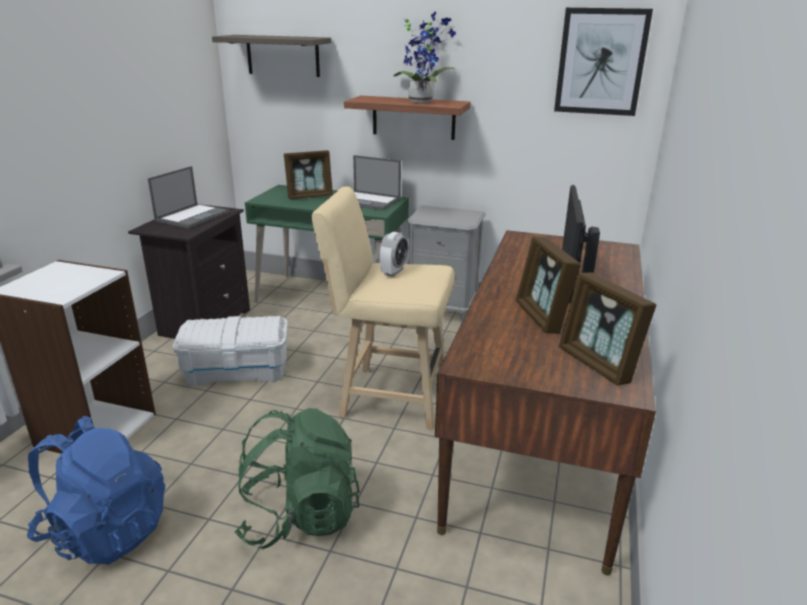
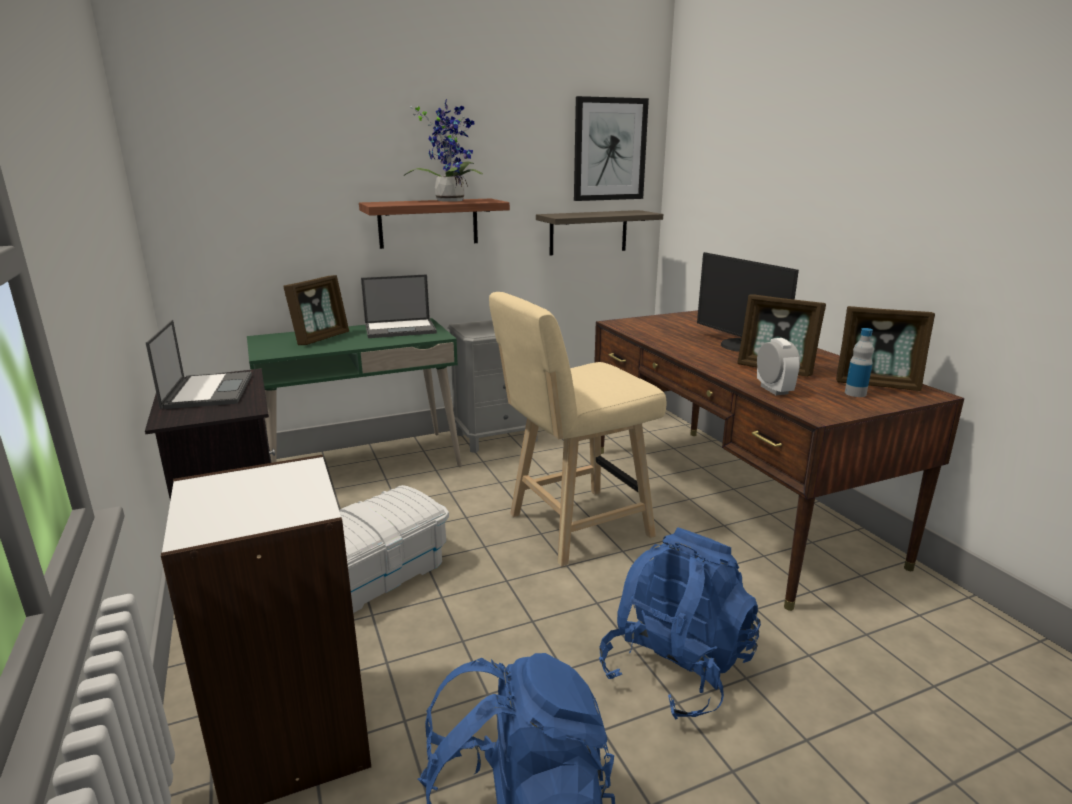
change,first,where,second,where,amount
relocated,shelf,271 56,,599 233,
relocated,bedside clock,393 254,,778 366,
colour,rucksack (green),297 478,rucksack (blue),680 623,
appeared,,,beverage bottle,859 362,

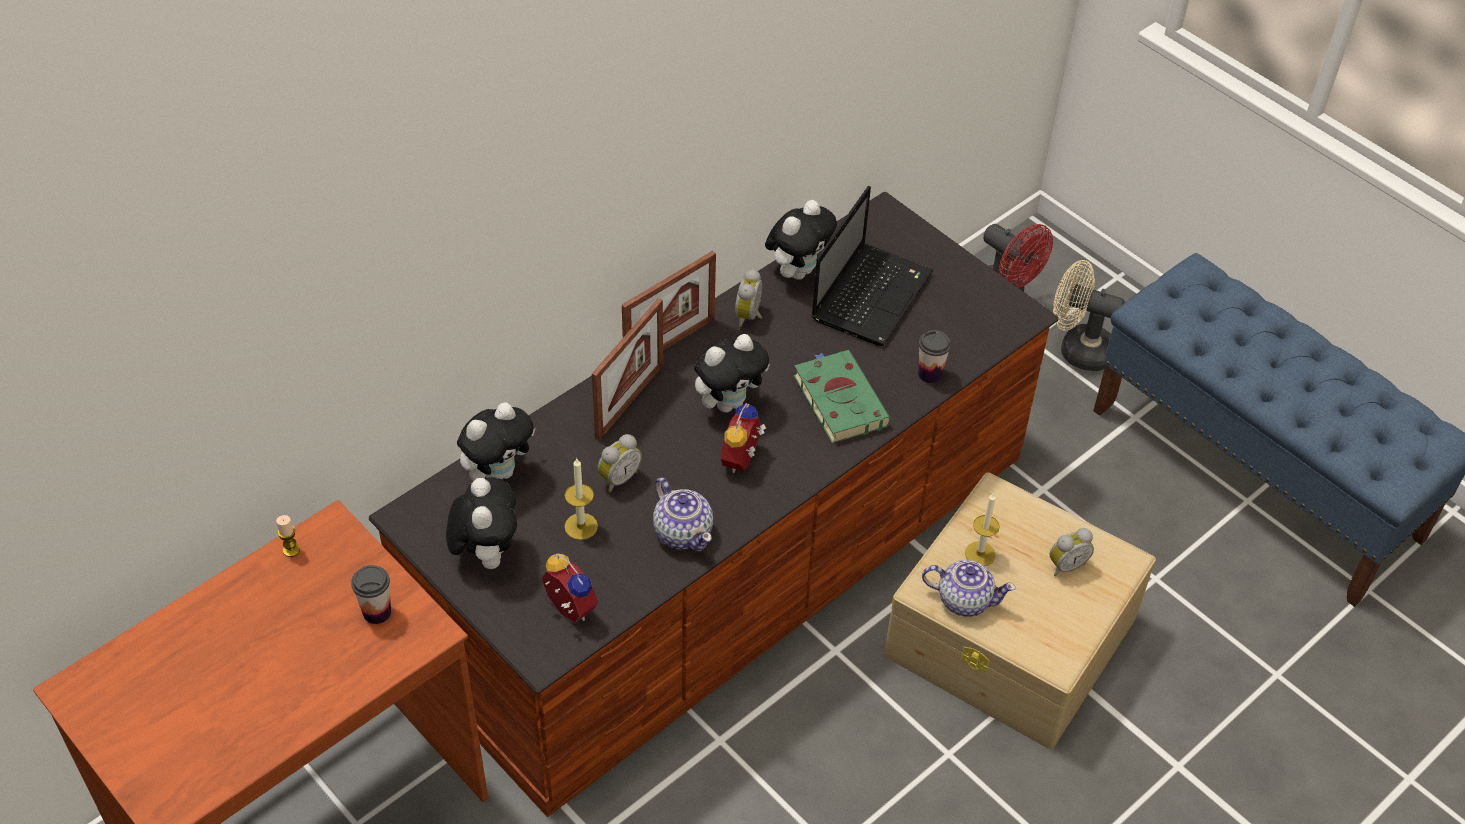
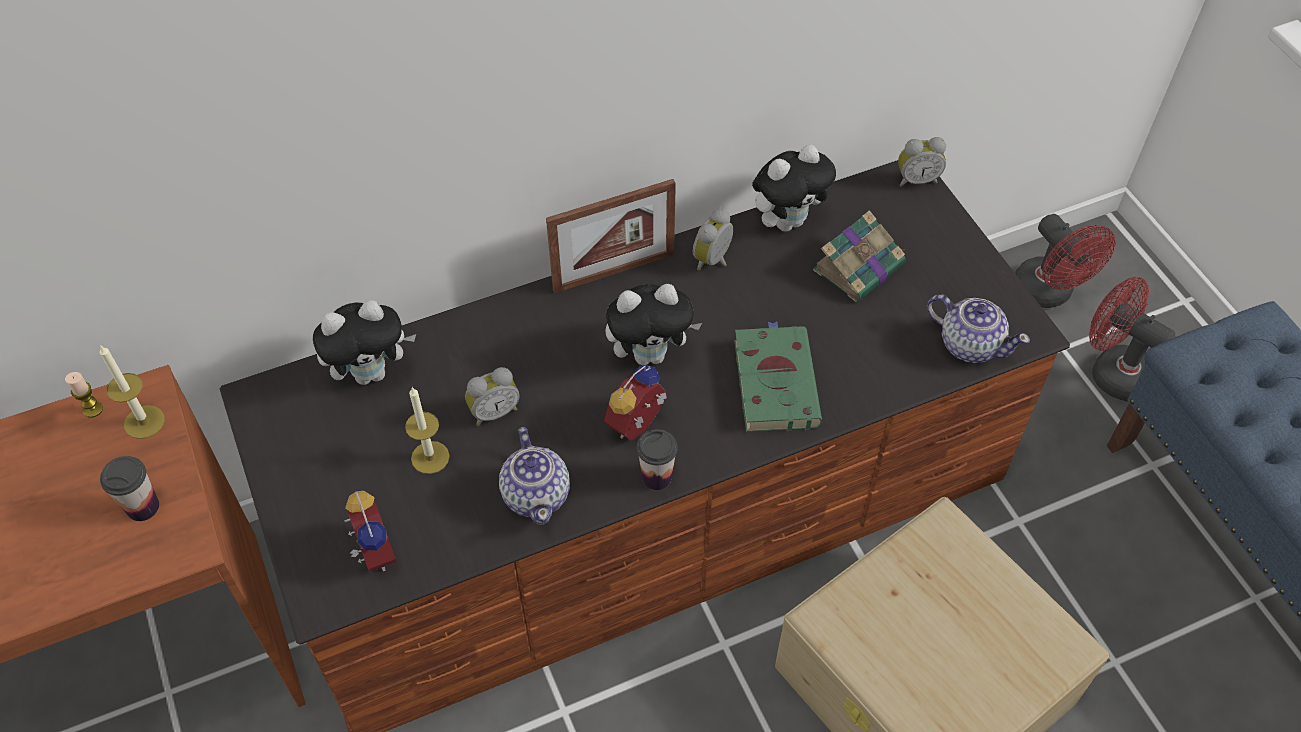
change,first,where,second,where,amount
exchanged,notebook computer,872 266,book,859 256,
colour,fan (beige),1089 315,fan (red-coloured),1132 339,
missing,picture frame,627 369,,,
relocated,small cup,934 356,,657 459,
missing,soft toy,481 523,,,
relocated,candle,982 529,,131 392,
relocated,bedside clock,1071 552,,922 162,
relocated,tea pot,969 588,,978 328,

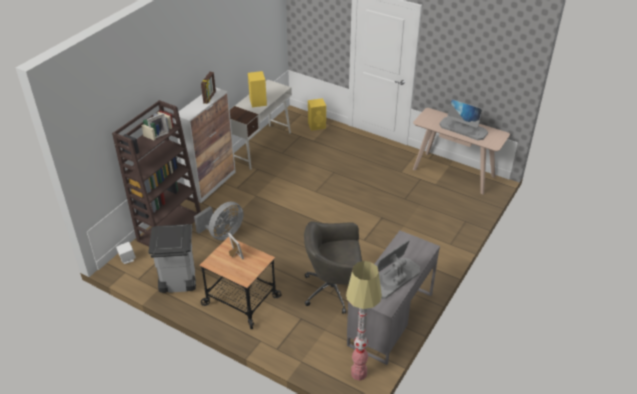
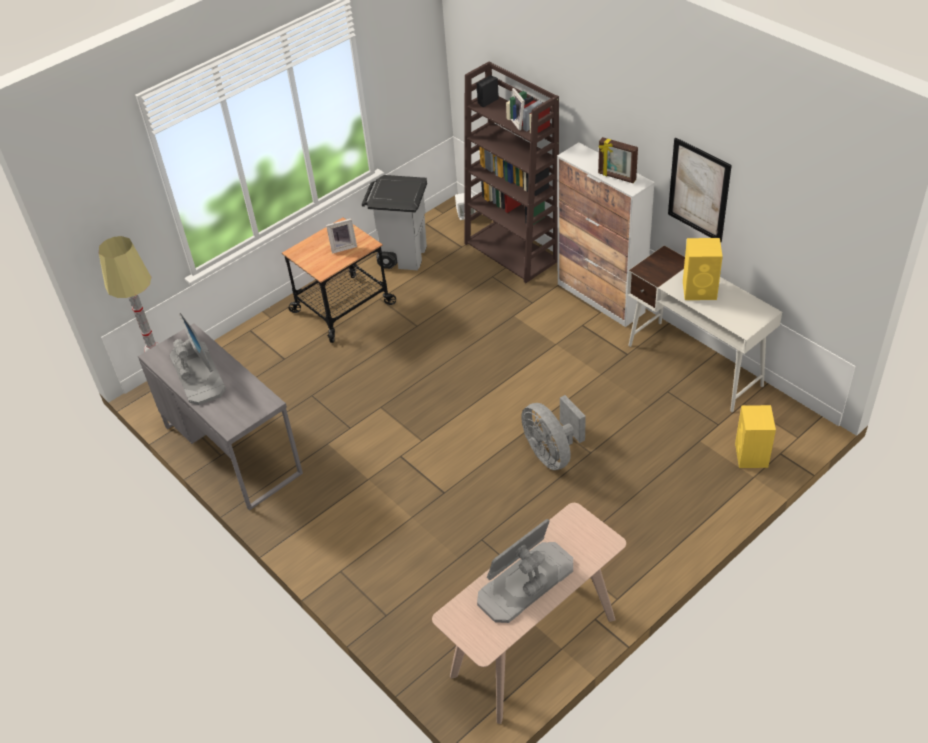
change,first,where,second,where,amount
relocated,fan (grey),218 221,,553 432,
missing,computer chair (grey),333 267,,,
appeared,,,wall picture,700 190,

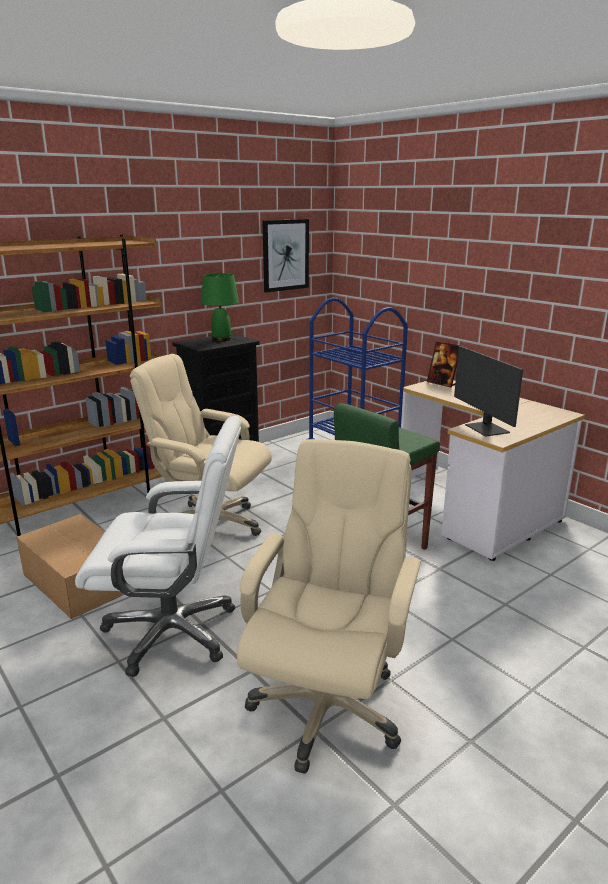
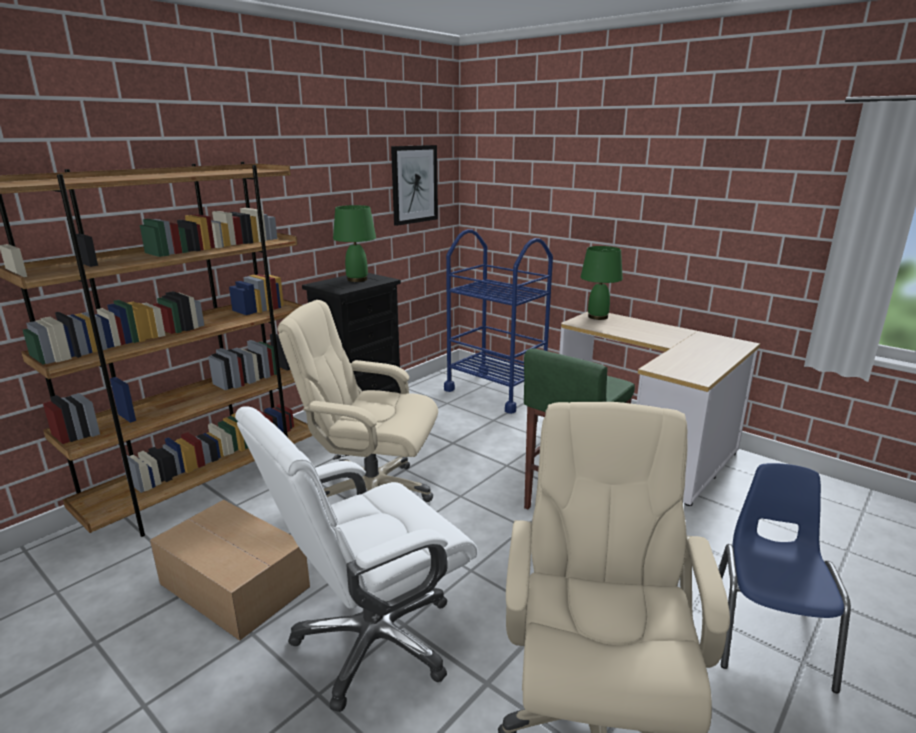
change,first,where,second,where,amount
exchanged,picture frame,443 364,tabletop lamp (green),602 283,
missing,computer display,488 391,,,
spun,computer chair (whitish),158 546,,356 559,150 degrees clockwise
appeared,,,chair (blue),784 578,

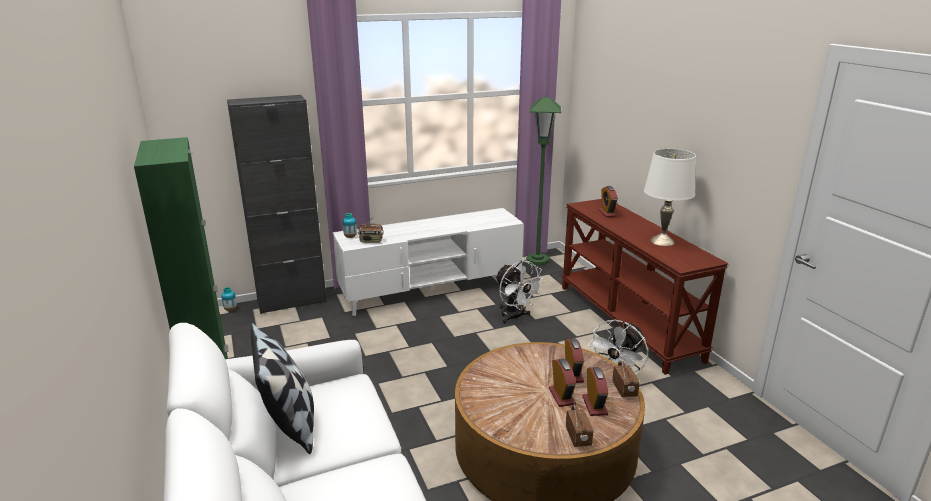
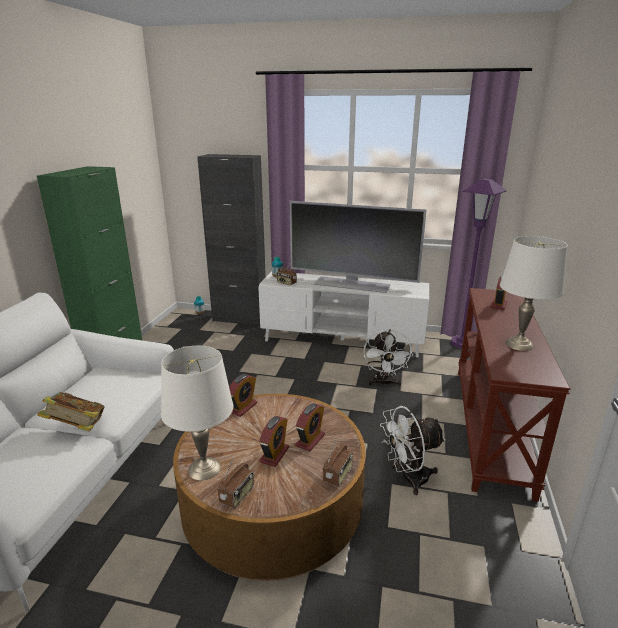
change,first,where,second,where,amount
colour,standard lamp (green),543 181,standard lamp (purple-coloured),479 264,
missing,throw pillow,282 388,,,
relocated,bedside clock,595 391,,243 395,
appeared,,,TV set,358 247,
appeared,,,tabletop lamp (whitish),197 413,
appeared,,,book,71 411,

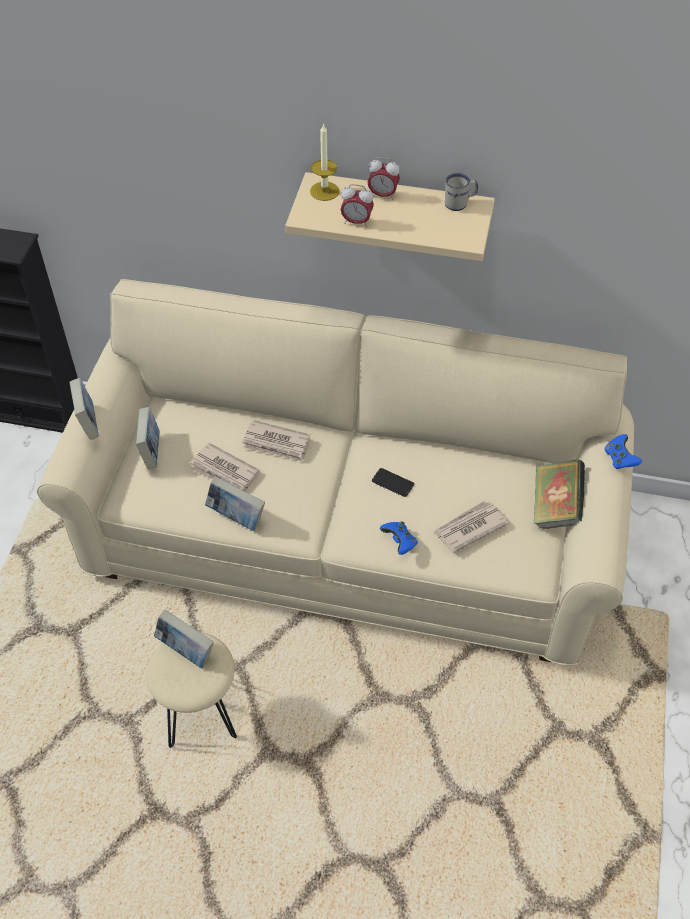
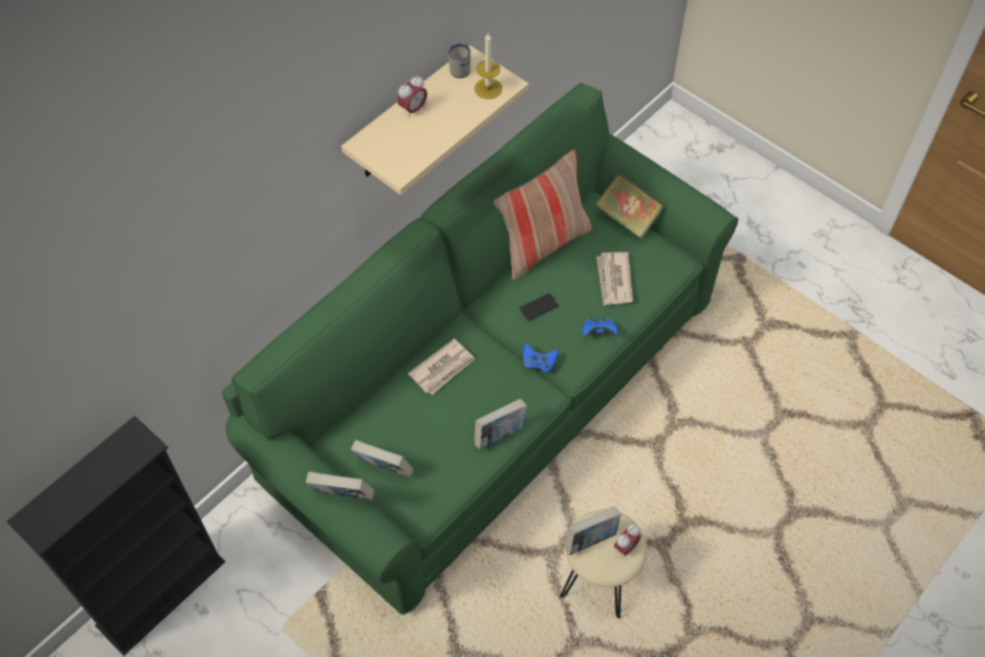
change,first,where,second,where,amount
relocated,candle,325 162,,488 66,
relocated,bedside clock,357 205,,627 540,
colour,couch (beige),335 472,couch (green),480 349,
relocated,joypad (blue),623 451,,541 358,
missing,newspaper,225 467,,,
appeared,,,throw pillow,542 215,

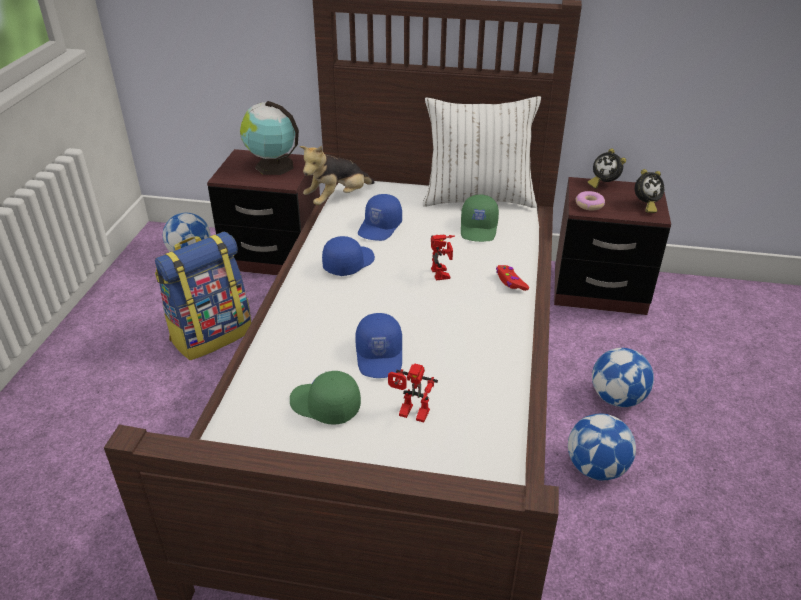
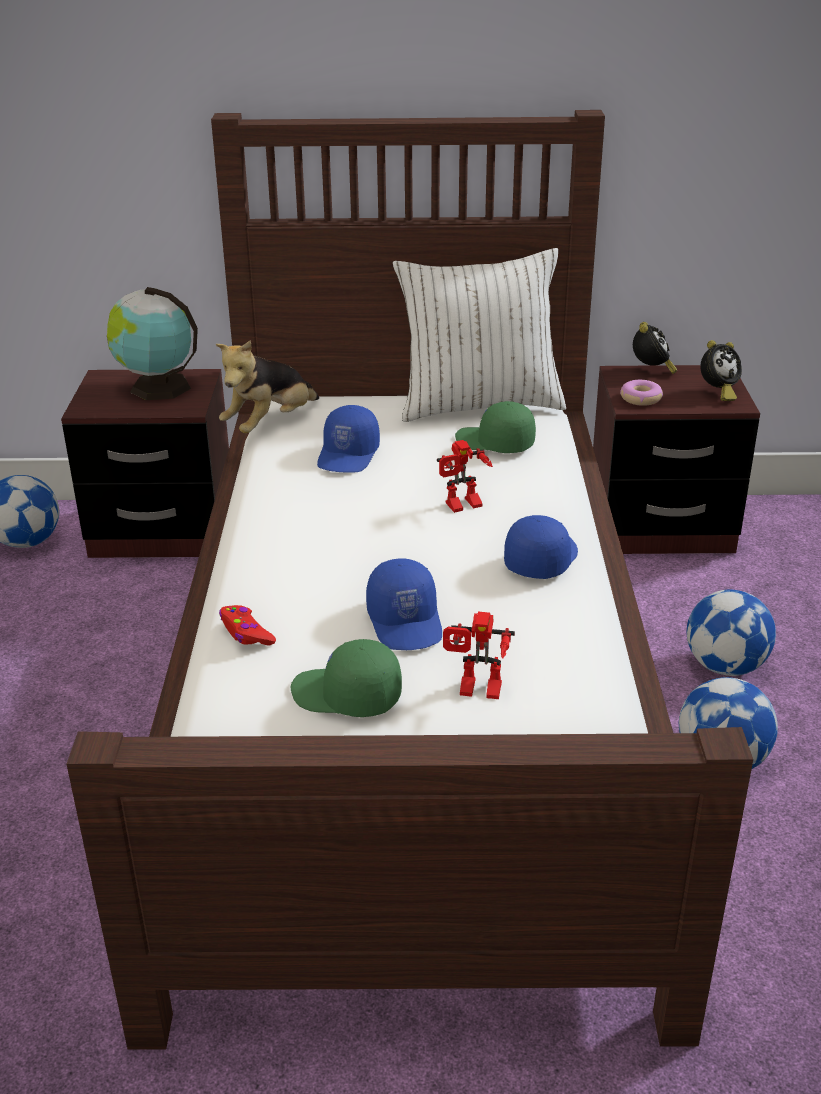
change,first,where,second,where,amount
spun,bedside clock,607 168,,655 348,120 degrees counterclockwise
spun,peaked cap (green),480 218,,495 427,120 degrees clockwise
missing,rucksack,203 296,,,
spun,robot figure,443 257,,465 476,90 degrees clockwise
relocated,peaked cap (blue),348 256,,541 547,
relocated,joypad (red-coloured),512 278,,247 625,

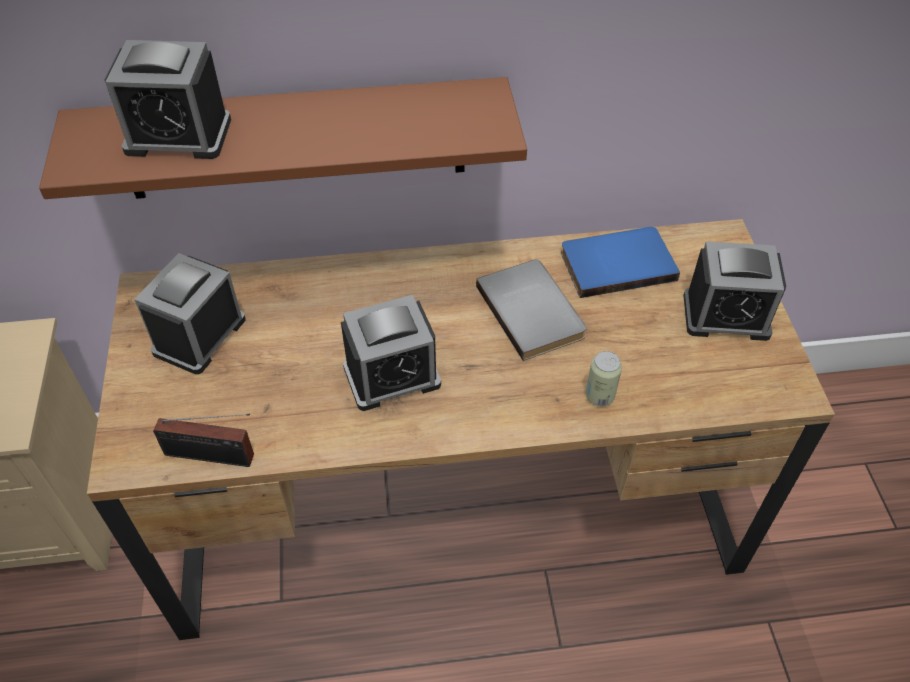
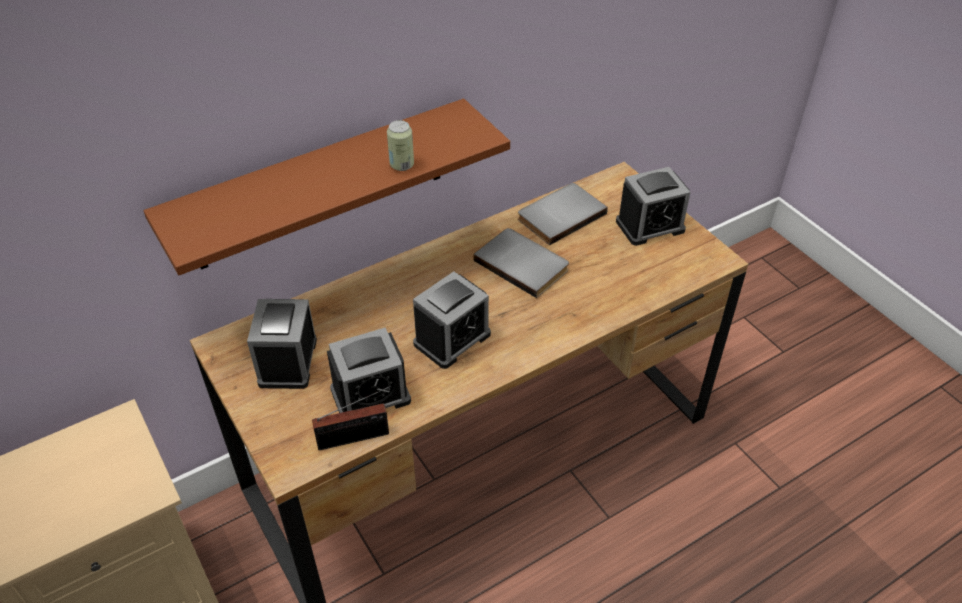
change,first,where,second,where,amount
relocated,bedside clock,168 99,,369 370,
colour,book (blue),620 262,book (grey),563 214,
relocated,metal can,604 378,,400 145,

